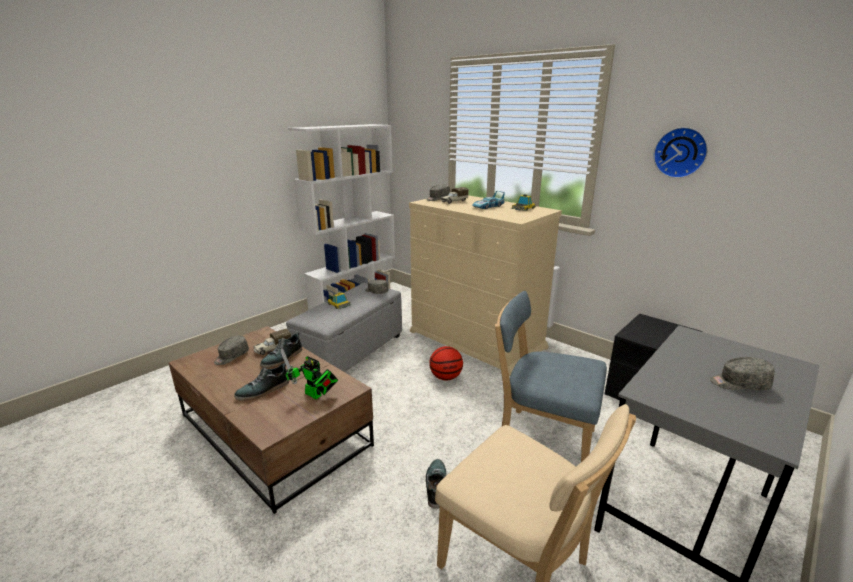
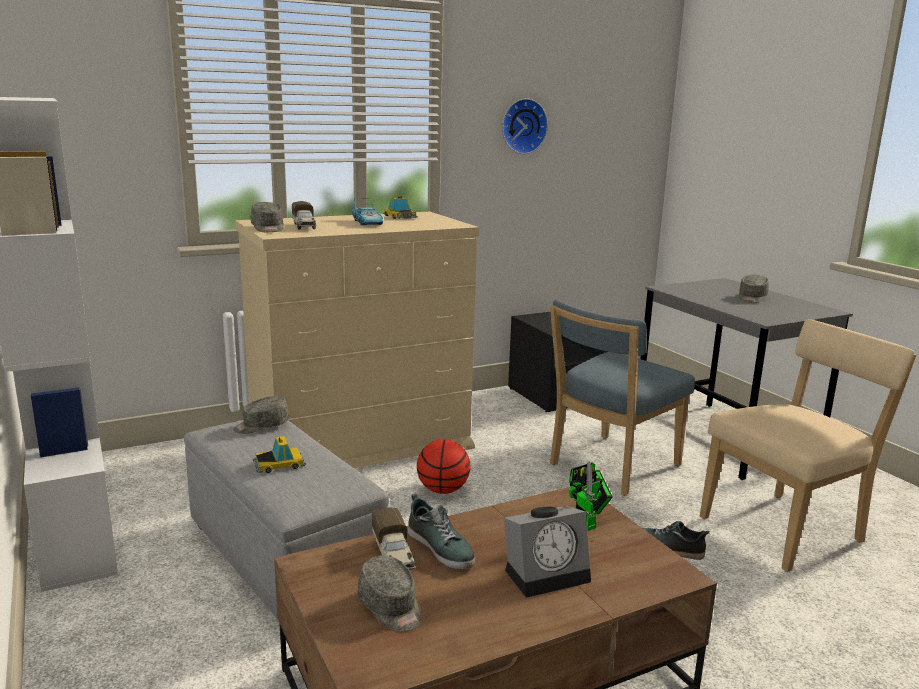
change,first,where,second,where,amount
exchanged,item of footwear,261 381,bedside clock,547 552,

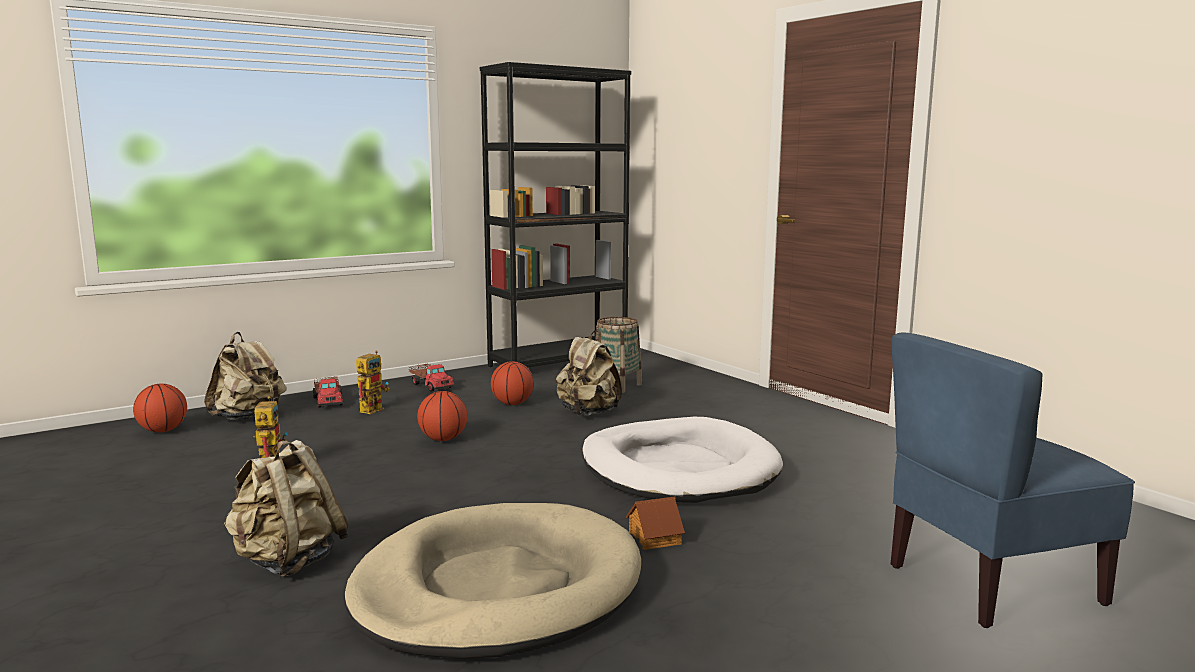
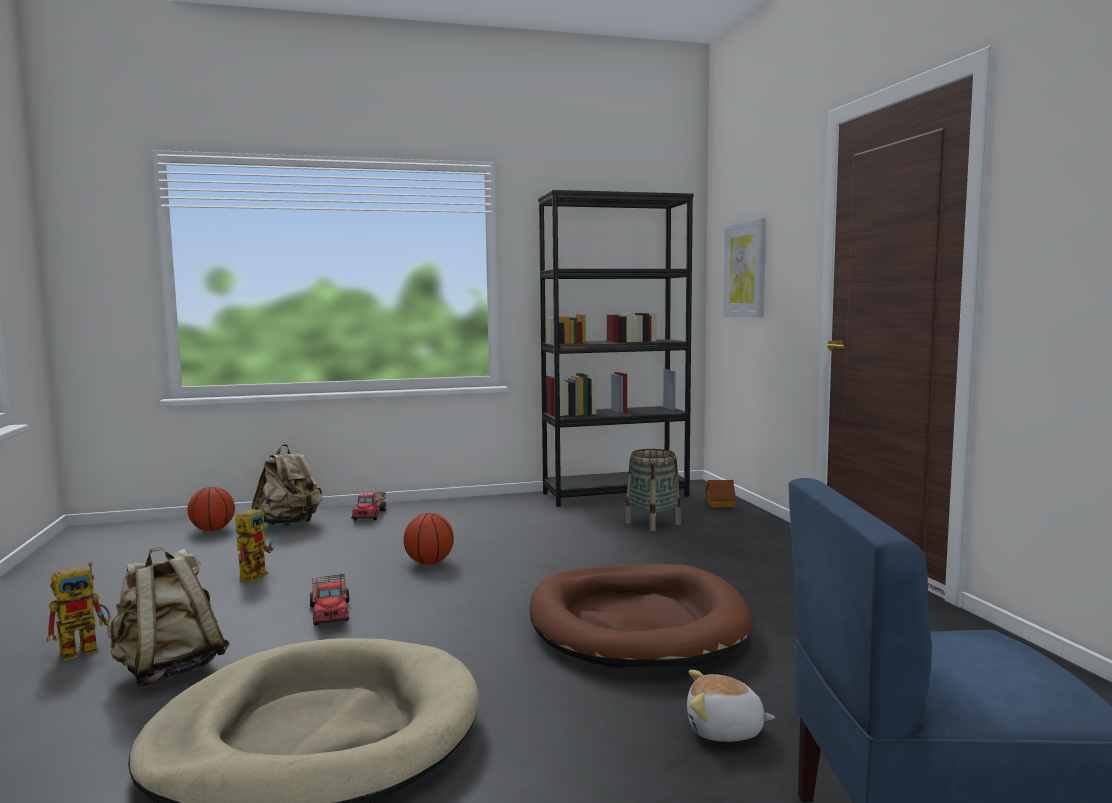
change,first,where,second,where,amount
missing,rucksack (beige),589 373,,,
relocated,robot figure,373 382,,78 611,
missing,basketball,512 383,,,
relocated,toy truck,432 377,,329 599,
colour,pet bed (whitish),682 460,pet bed (brownish),641 616,
relocated,toy house,655 523,,720 494,
appeared,,,wall picture,744 267,
appeared,,,soft toy,731 706,

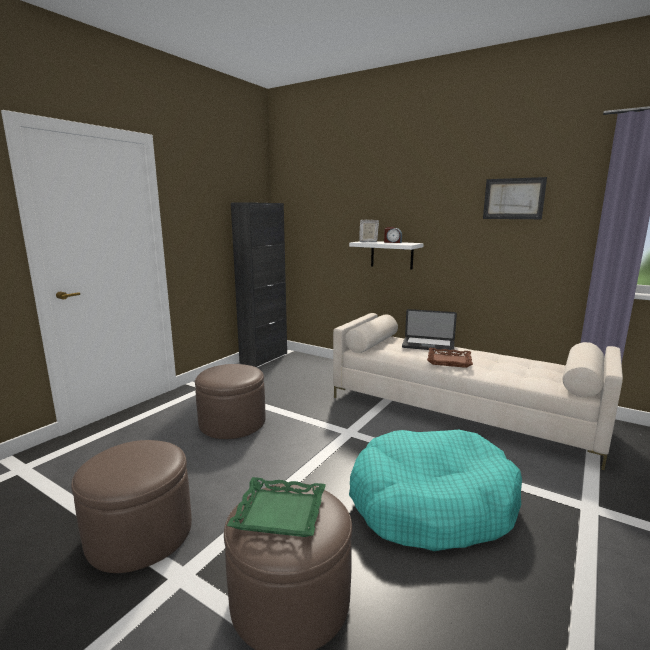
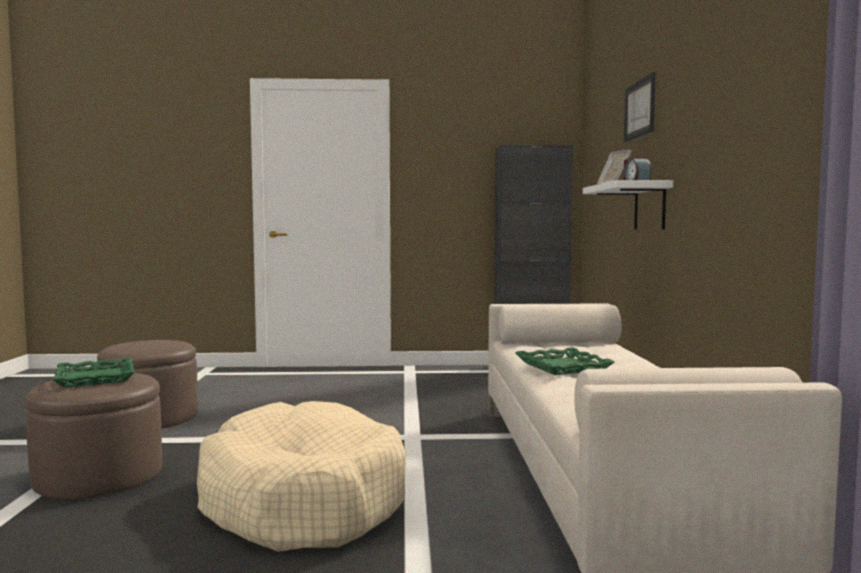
change,first,where,second,where,amount
relocated,wall picture,515 198,,640 107,
missing,notebook computer,429 330,,,
colour,serving tray (brownish),450 358,serving tray (green),565 361,
missing,footrest (brownish),230 401,,,
colour,pet bed (turquoise),435 490,pet bed (beige),301 476,

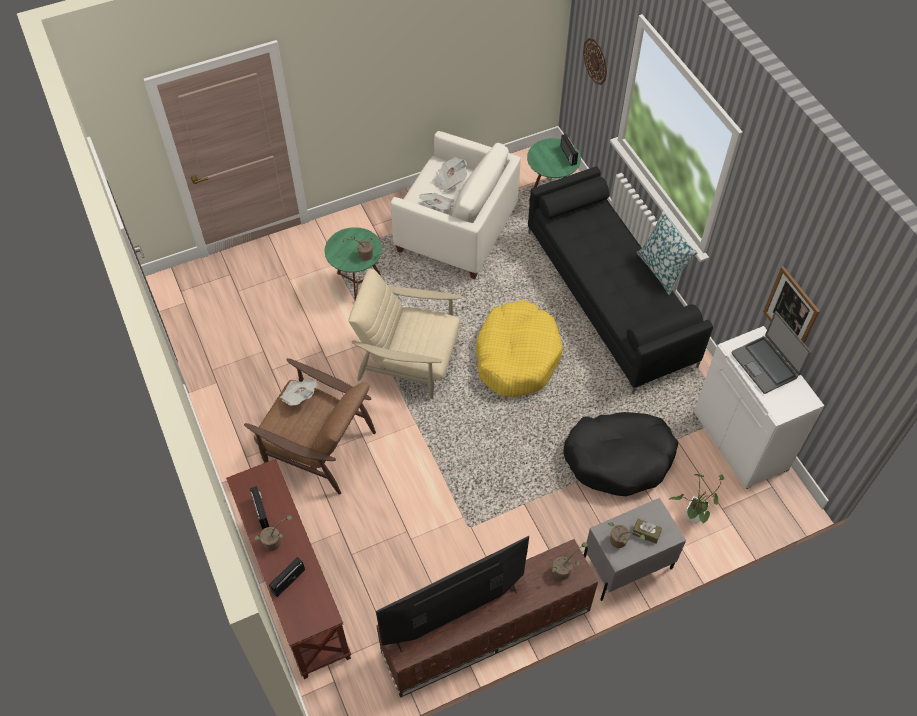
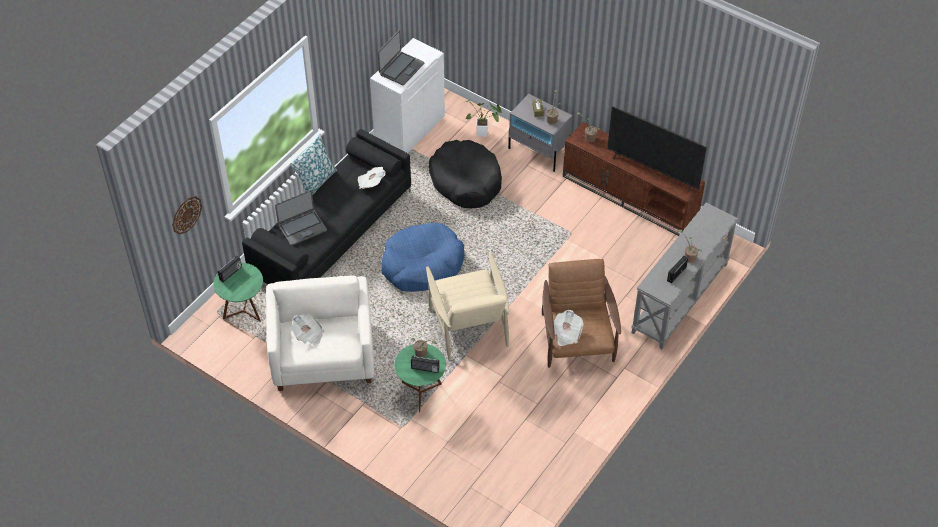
change,first,where,second,where,amount
relocated,newspaper,437 201,,371 178,
missing,wall picture,791 305,,,
colour,pet bed (yellow-coloured),519 349,pet bed (blue),423 257,
colour,narrow table (brownish),288 569,narrow table (grey),684 275,
relocated,radio,287 577,,425 364,
appeared,,,notebook computer,301 217,

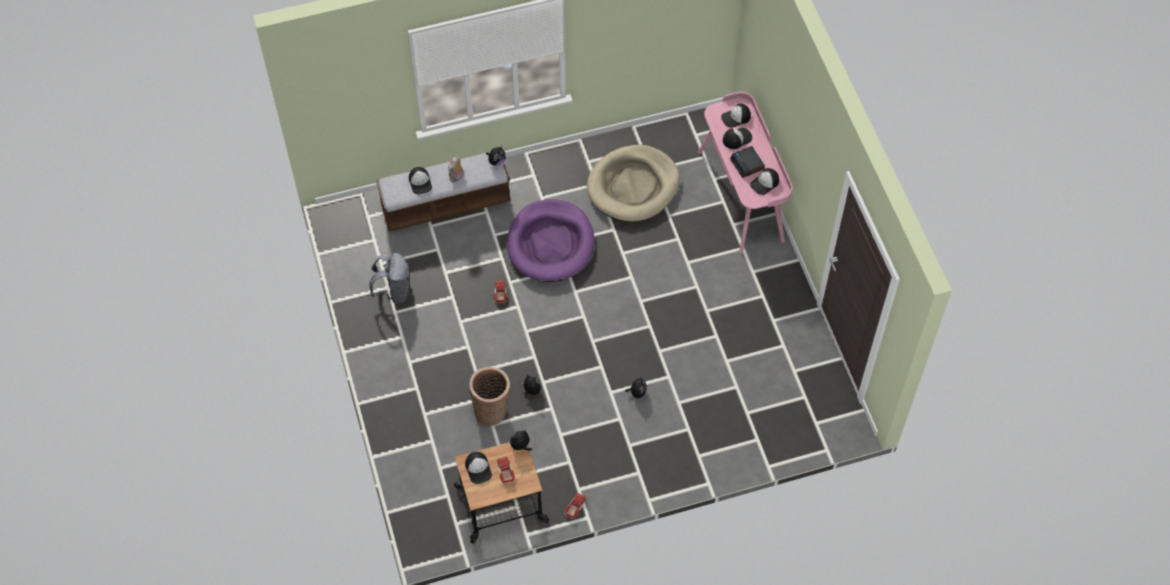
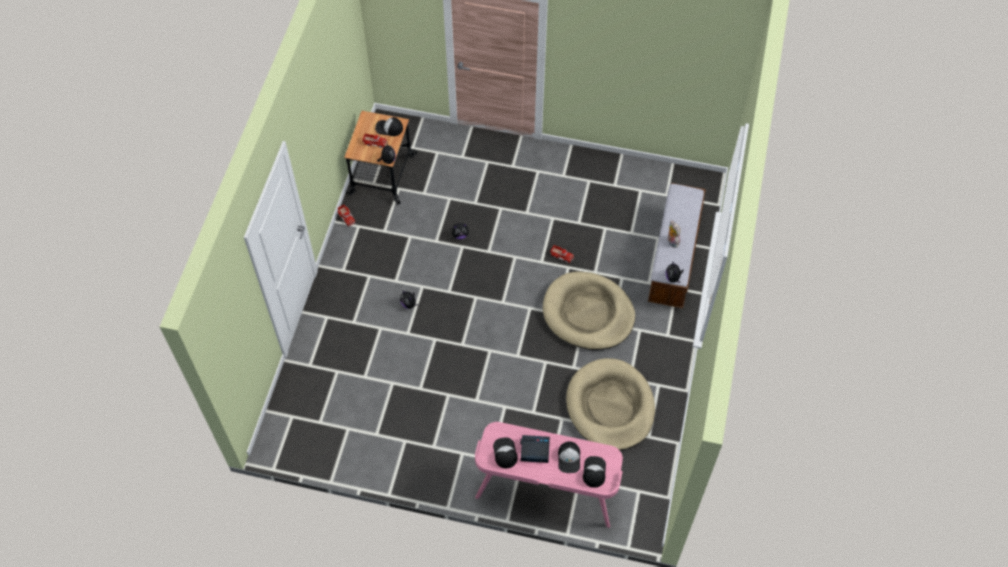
change,first,where,second,where,amount
missing,peaked cap,420 181,,,
colour,pet bed (purple-coloured),551 240,pet bed (beige),589 311,
missing,rucksack (grey),389 278,,,
missing,storage basket,489 396,,,

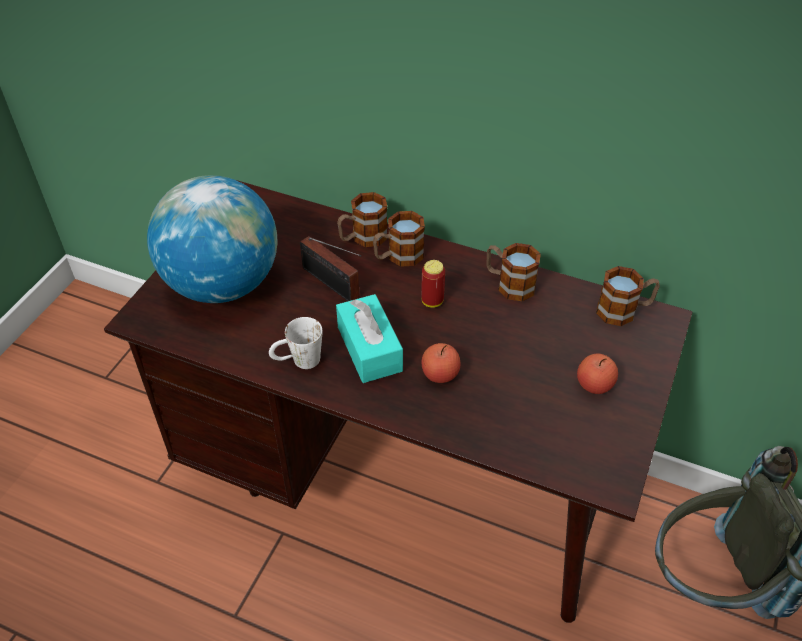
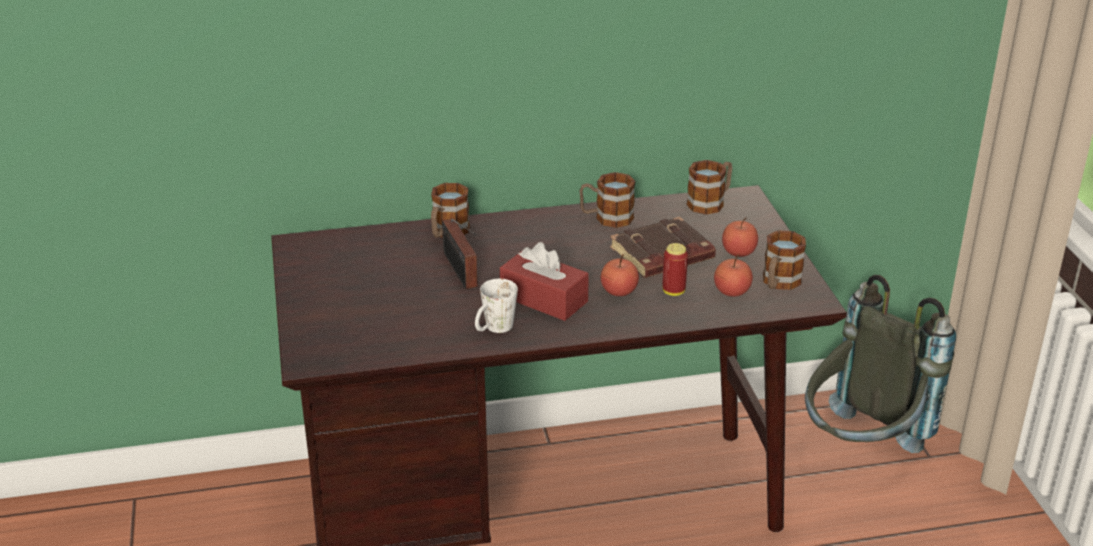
change,first,where,second,where,amount
missing,globe,212 239,,,
relocated,tea mug,399 239,,784 260,
spun,radio,331 268,,459 254,60 degrees clockwise
relocated,metal can,433 284,,675 269,
colour,box of tissues (turquoise),369 338,box of tissues (red-coloured),544 281,
appeared,,,book (brownish),663 247,
appeared,,,whole apple,733 275,

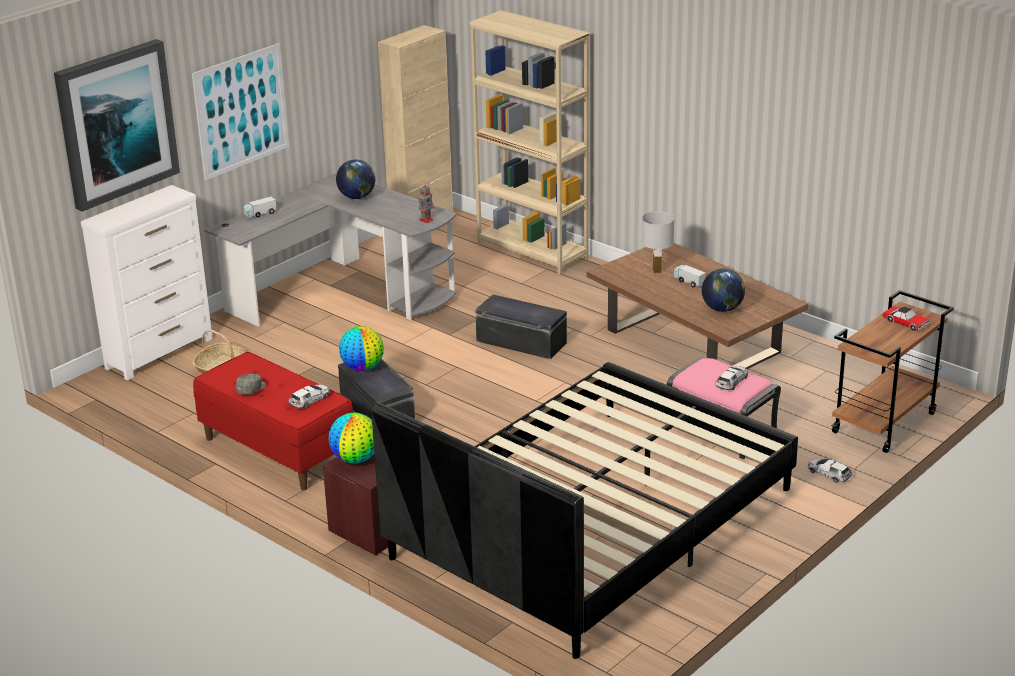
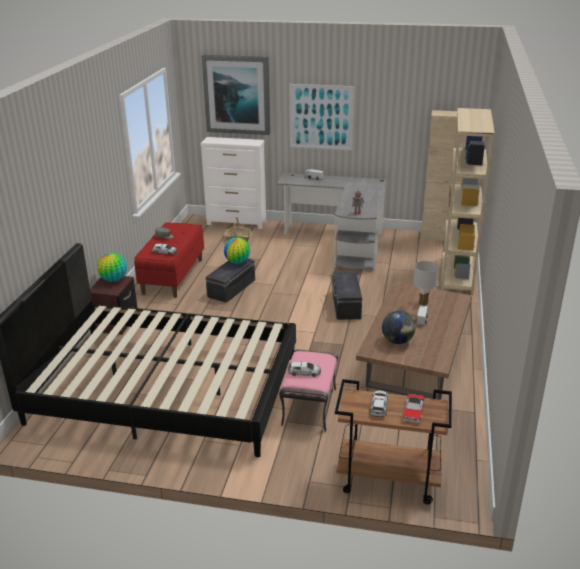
change,first,where,second,where,amount
missing,globe,355 179,,,
relocated,toy car,830 470,,379 404,

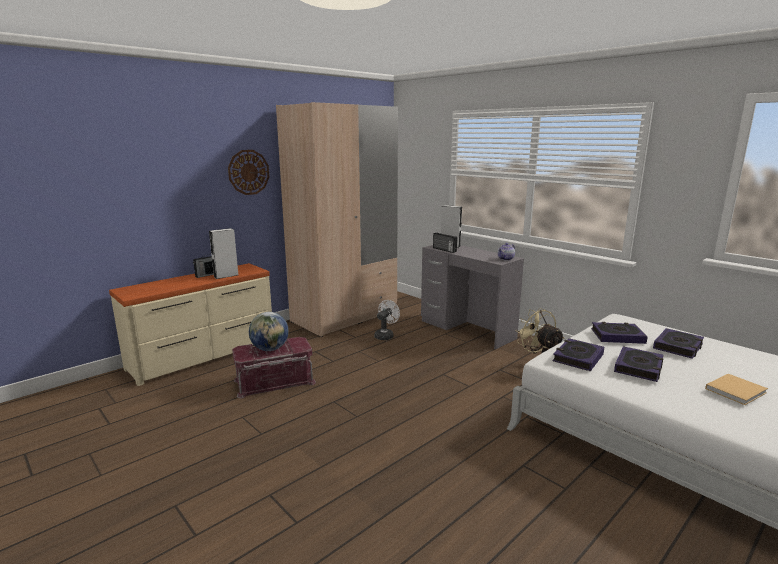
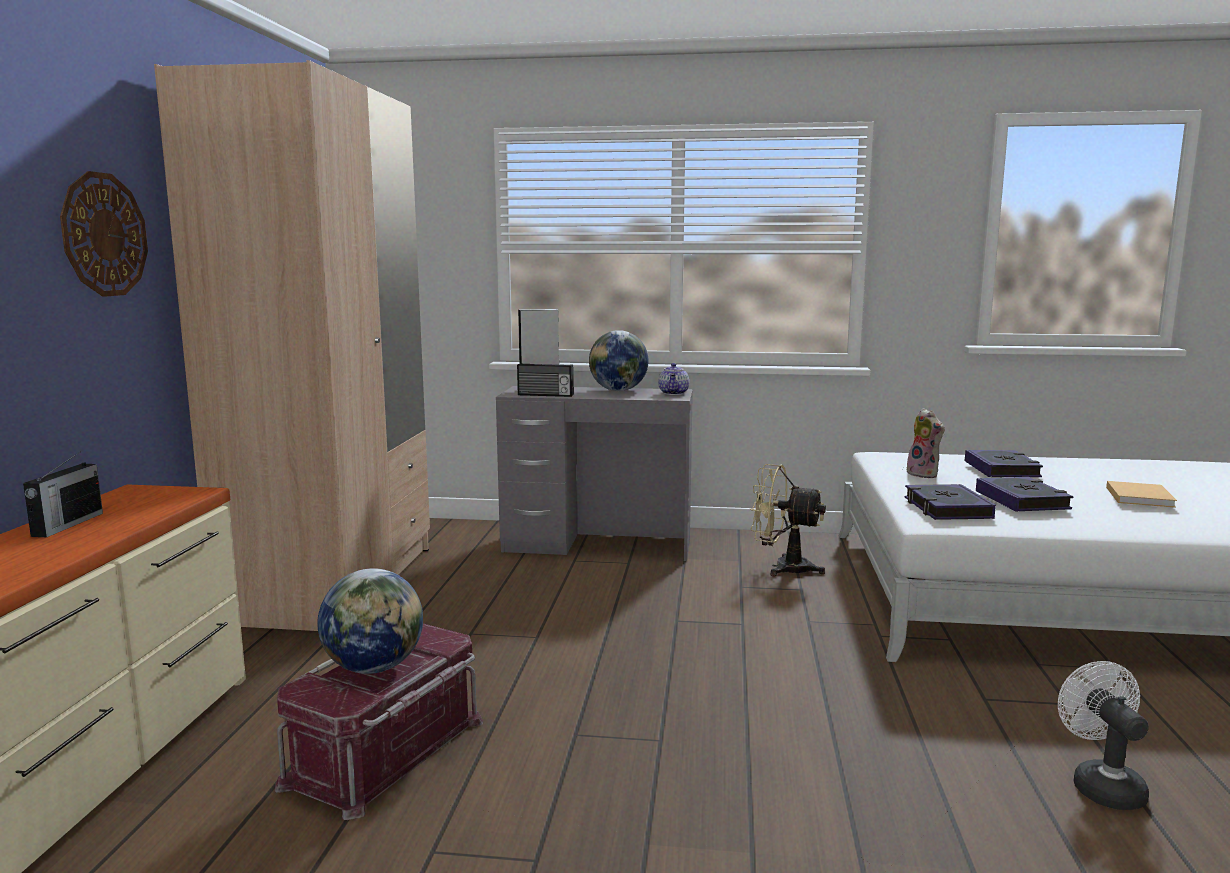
change,first,where,second,where,amount
missing,audio speaker (grey),223 253,,,
relocated,fan (whitish),387 320,,1103 735,
exchanged,book,619 333,soft toy,926 443,
appeared,,,globe,619 360,

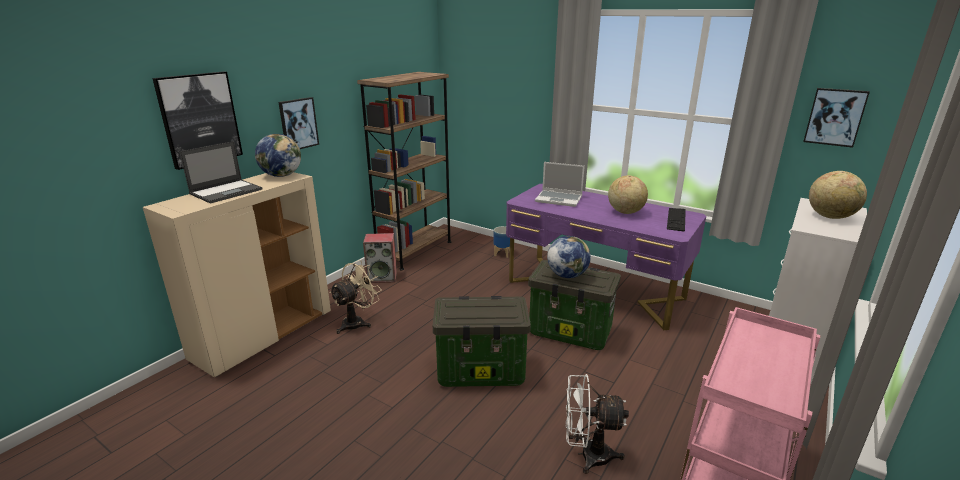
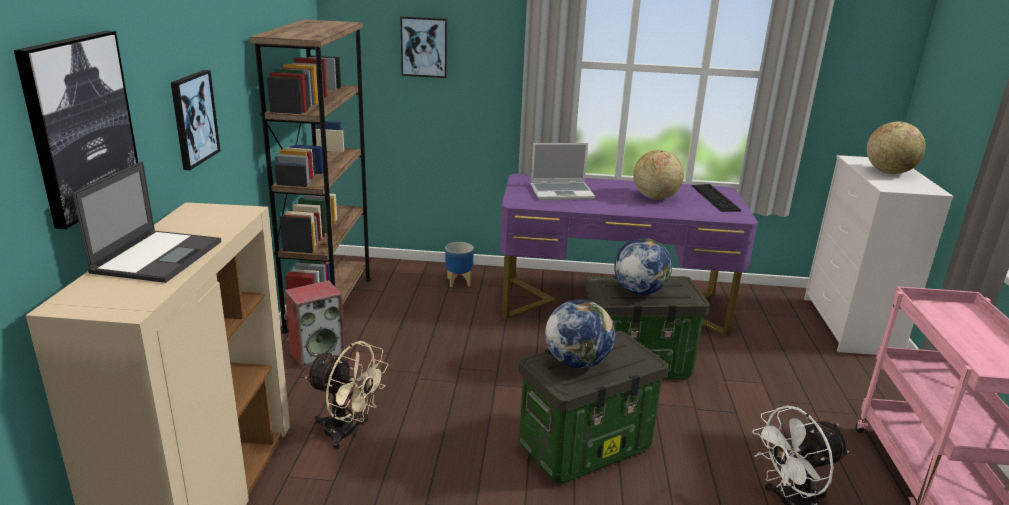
change,first,where,second,where,amount
relocated,wall picture,836 118,,423 47,
relocated,globe,278 155,,580 334,
spun,fan (beige),355 297,,346 395,105 degrees clockwise

